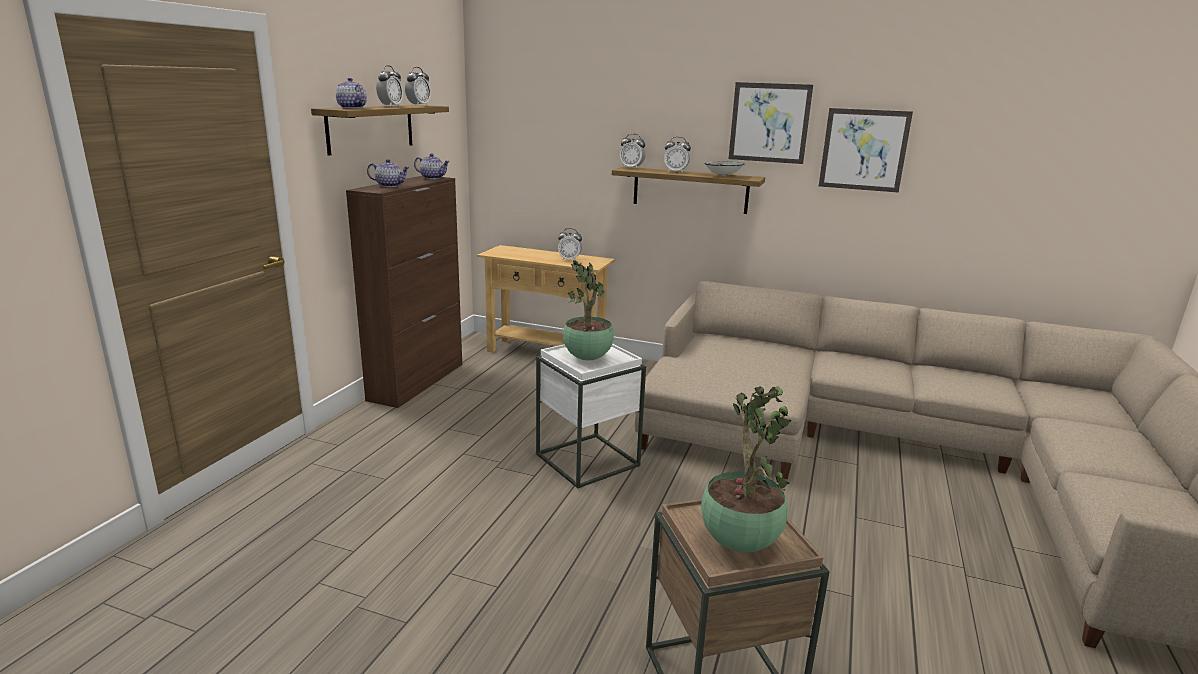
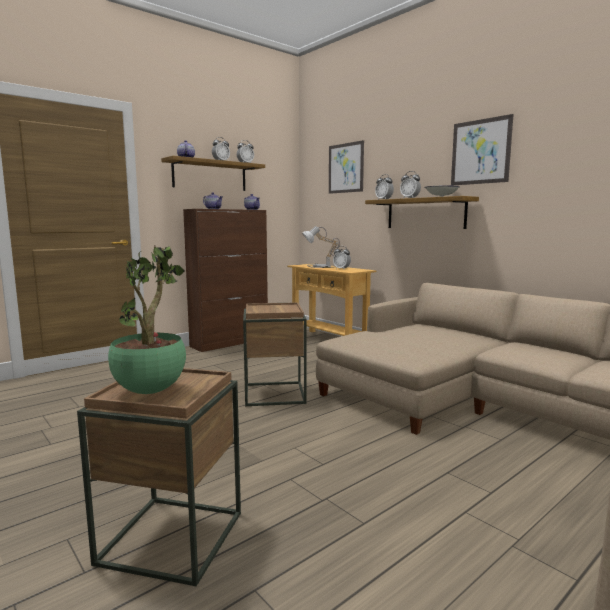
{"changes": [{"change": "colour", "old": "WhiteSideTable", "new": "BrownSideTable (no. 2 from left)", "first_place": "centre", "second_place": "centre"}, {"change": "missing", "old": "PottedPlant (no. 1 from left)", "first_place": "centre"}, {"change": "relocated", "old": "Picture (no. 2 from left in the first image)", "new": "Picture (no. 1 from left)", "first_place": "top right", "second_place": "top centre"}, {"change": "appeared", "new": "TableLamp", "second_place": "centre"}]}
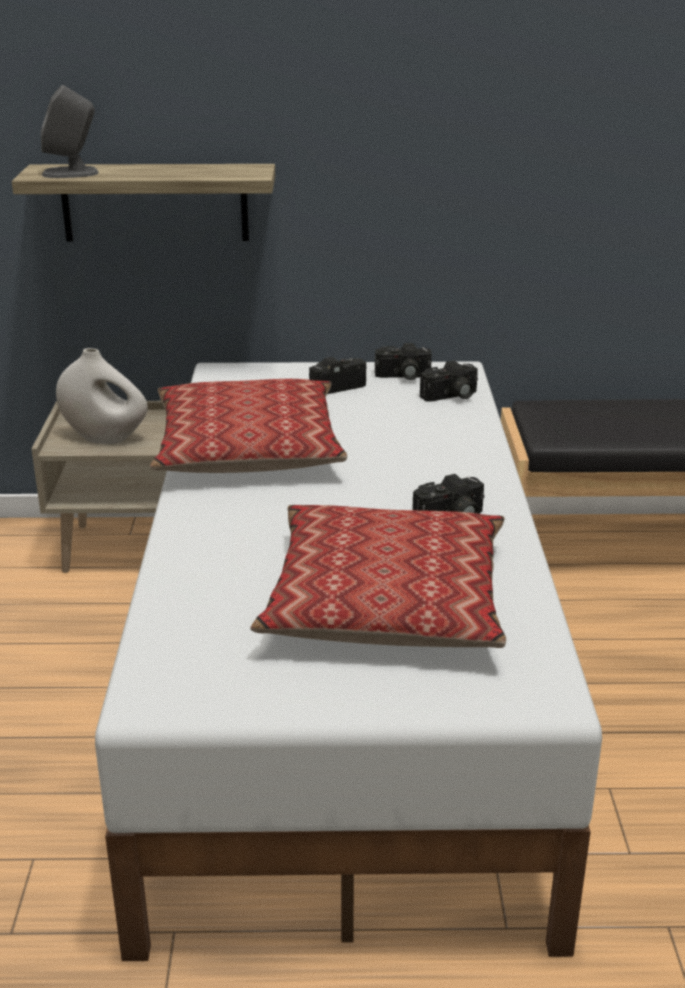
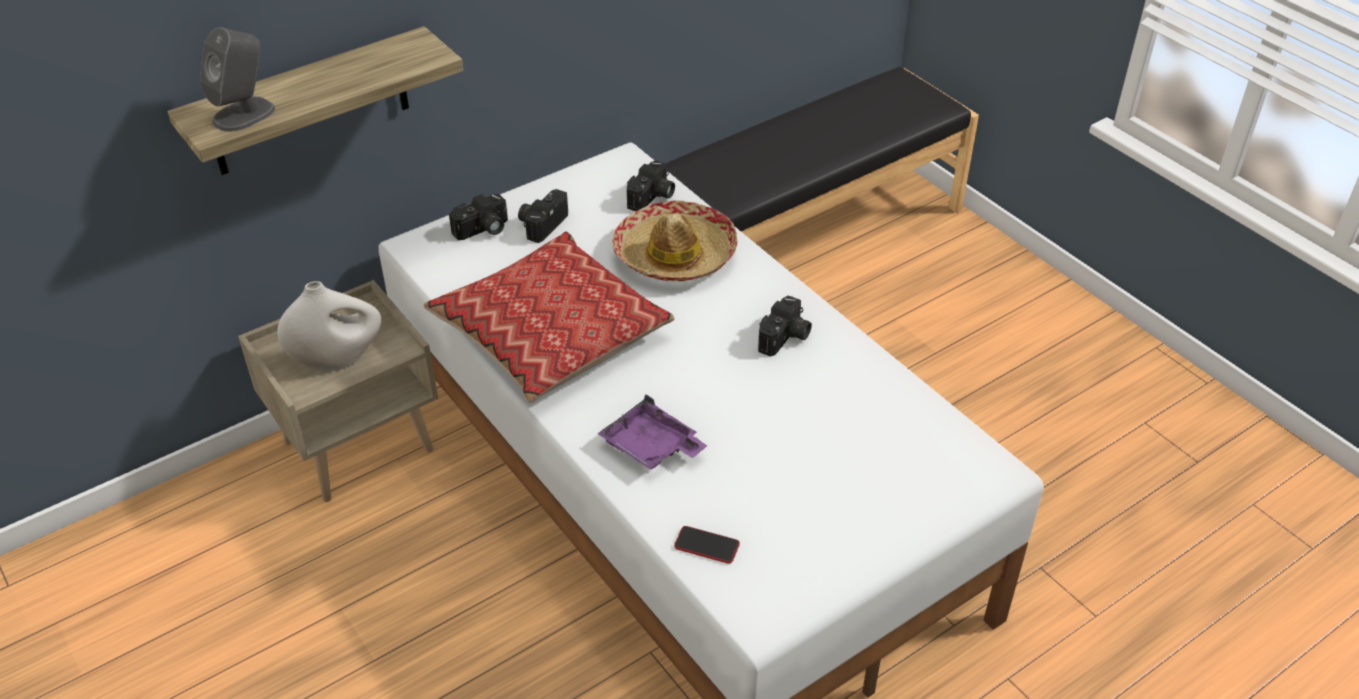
{"changes": [{"change": "missing", "old": "Pillow (no. 2 from left)", "first_place": "centre"}, {"change": "relocated", "old": "PhotoCamera (no. 2 from left in the first image)", "new": "PhotoCamera (no. 1 from left)", "first_place": "centre", "second_place": "top centre"}, {"change": "appeared", "new": "PurpleTray", "second_place": "centre"}, {"change": "appeared", "new": "Hat", "second_place": "centre"}, {"change": "appeared", "new": "Phone", "second_place": "bottom centre"}]}
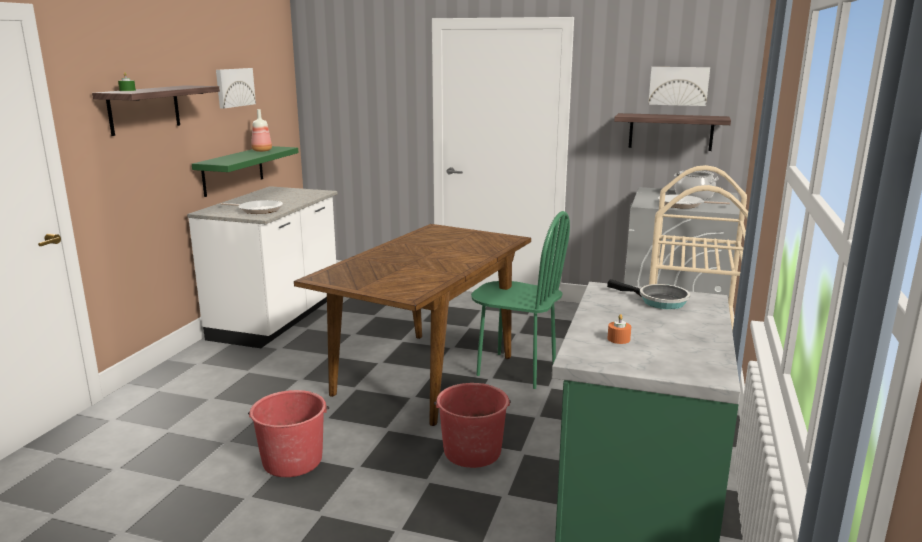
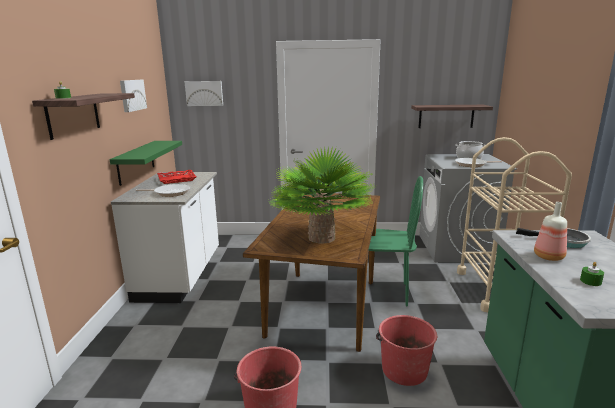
{"changes": [{"change": "relocated", "old": "Bottle", "first_place": "top left", "second_place": "middle right"}, {"change": "colour", "old": "OrangeCandle", "new": "GreenCandle (no. 2 from left)", "first_place": "middle right", "second_place": "bottom right"}, {"change": "relocated", "old": "Picture (no. 2 from left)", "first_place": "top right", "second_place": "top left"}, {"change": "appeared", "new": "RedTray", "second_place": "middle left"}, {"change": "appeared", "new": "PottedPlant", "second_place": "centre"}]}
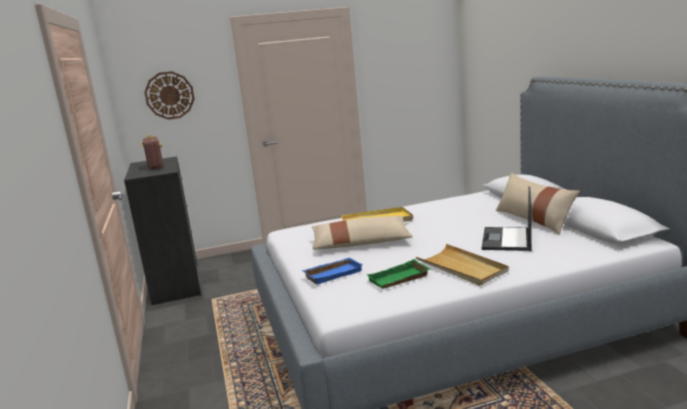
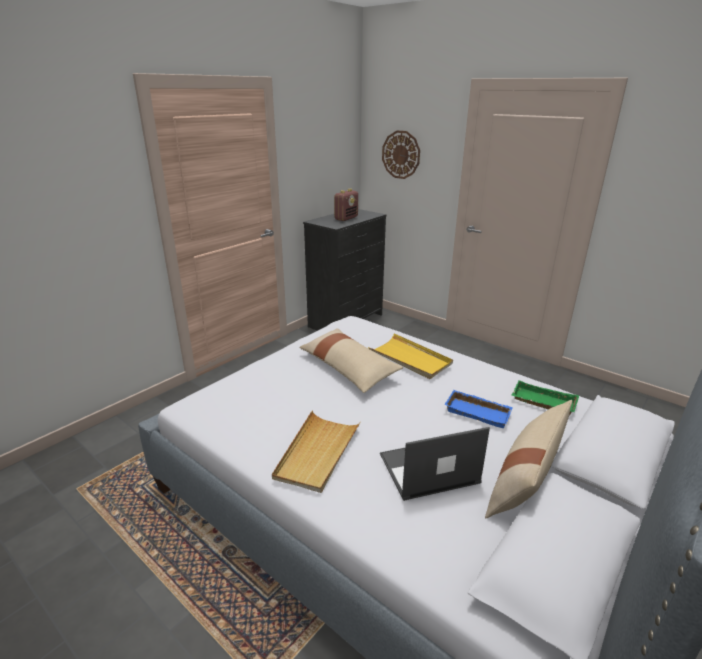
{"changes": [{"change": "relocated", "old": "BlueTray", "first_place": "centre", "second_place": "middle right"}, {"change": "relocated", "old": "GreenTray", "first_place": "bottom centre", "second_place": "middle right"}]}
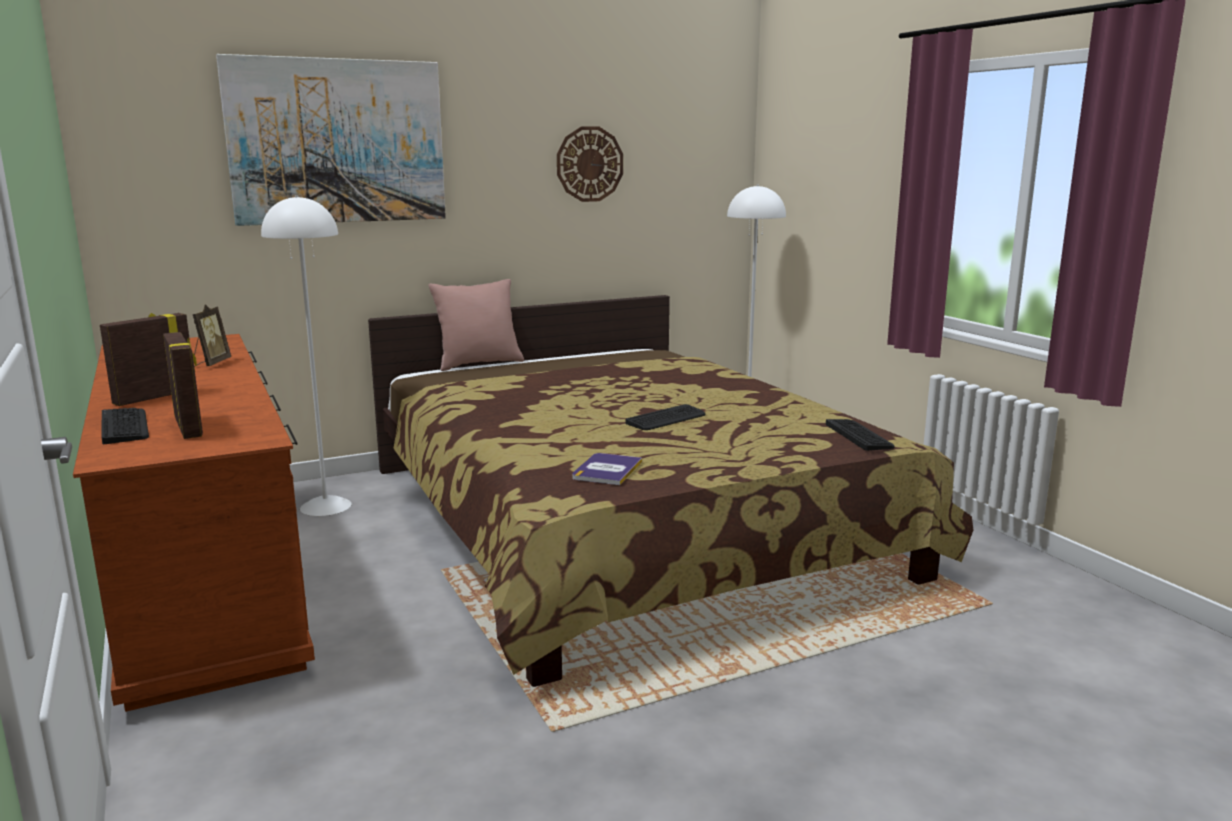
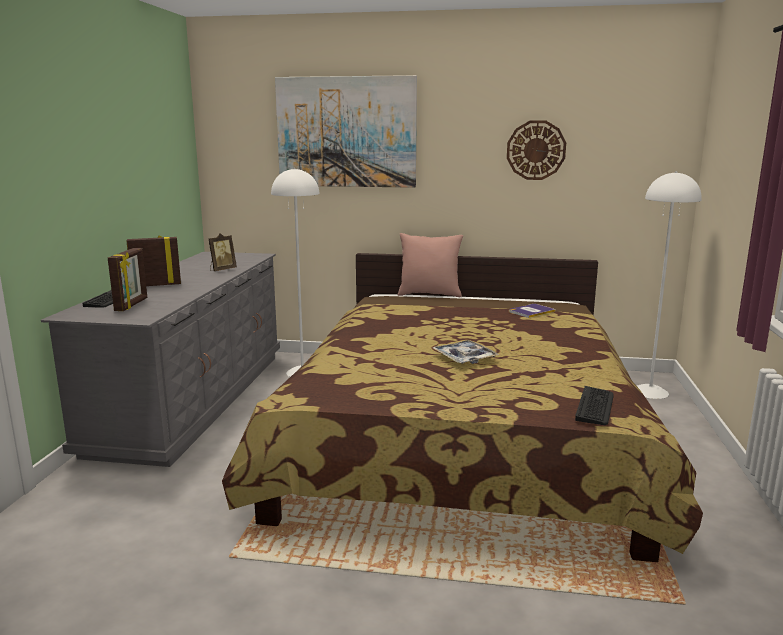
{"changes": [{"change": "colour", "old": "BrownDresser", "new": "GreyDresser", "first_place": "middle left", "second_place": "middle left"}, {"change": "relocated", "old": "Book", "first_place": "centre", "second_place": "middle right"}, {"change": "exchanged", "old": "Keyboard (no. 2 from left)", "new": "Tray", "first_place": "centre", "second_place": "centre"}]}
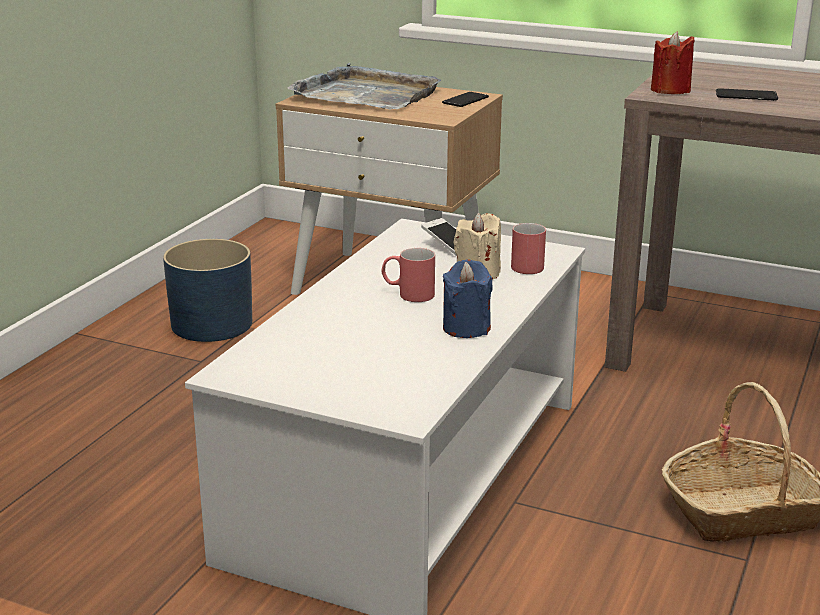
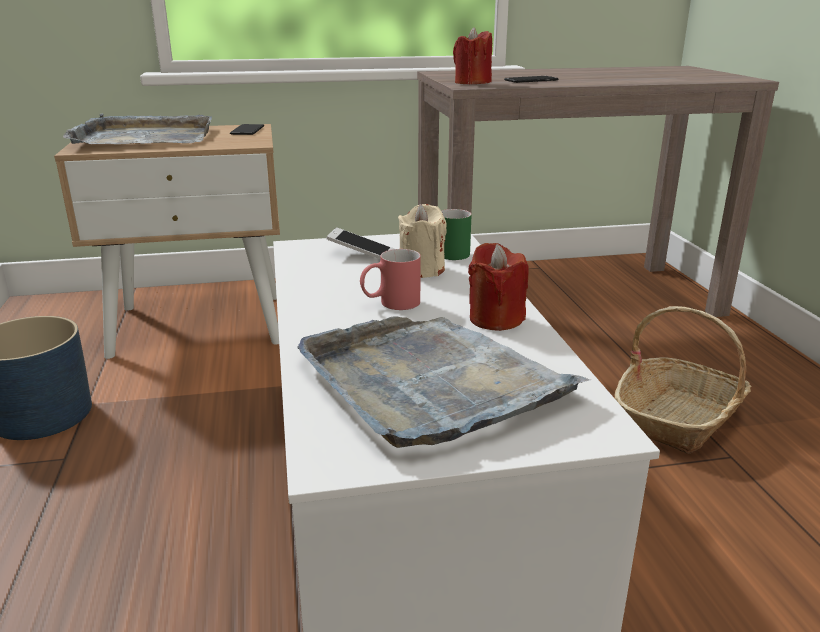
{"changes": [{"change": "colour", "old": "BlueCandle", "new": "RedCandle (no. 2 from left)", "first_place": "centre", "second_place": "centre"}, {"change": "colour", "old": "RedMug (no. 2 from left)", "new": "GreenMug", "first_place": "centre", "second_place": "centre"}, {"change": "appeared", "new": "GreyTray (no. 2 from left)", "second_place": "centre"}]}
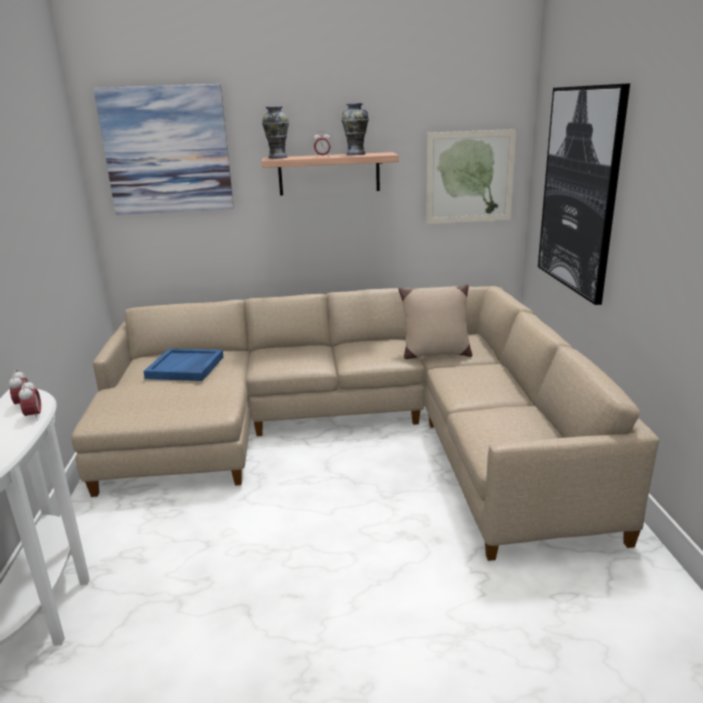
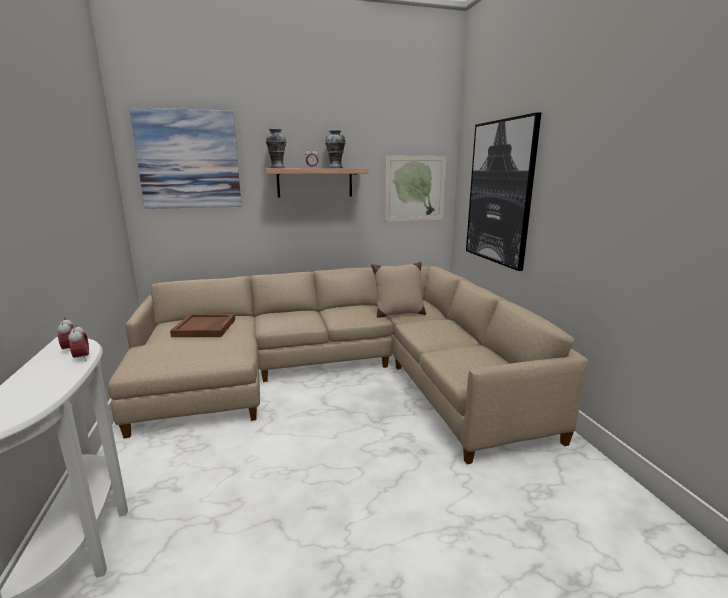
{"changes": [{"change": "colour", "old": "BlueTray", "new": "BrownTray", "first_place": "middle left", "second_place": "middle left"}]}
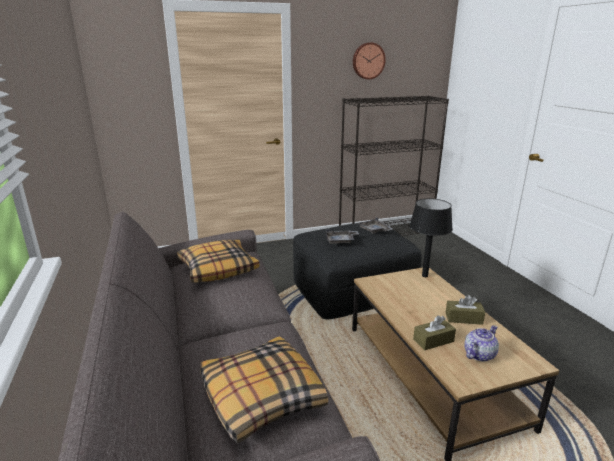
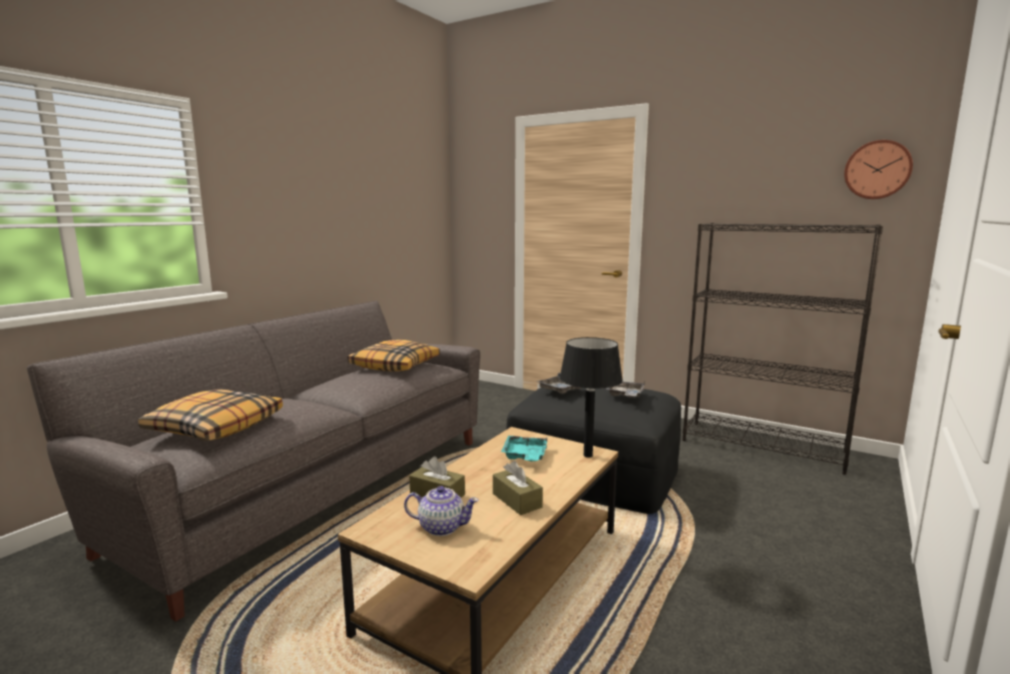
{"changes": [{"change": "relocated", "old": "WallClock", "first_place": "top centre", "second_place": "top right"}, {"change": "appeared", "new": "TurquoiseTray", "second_place": "centre"}]}
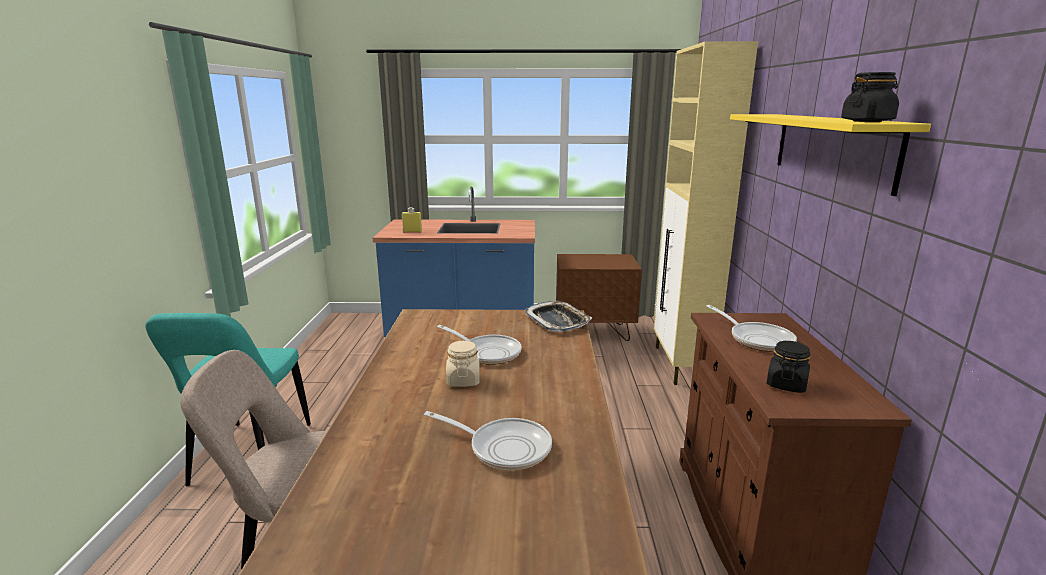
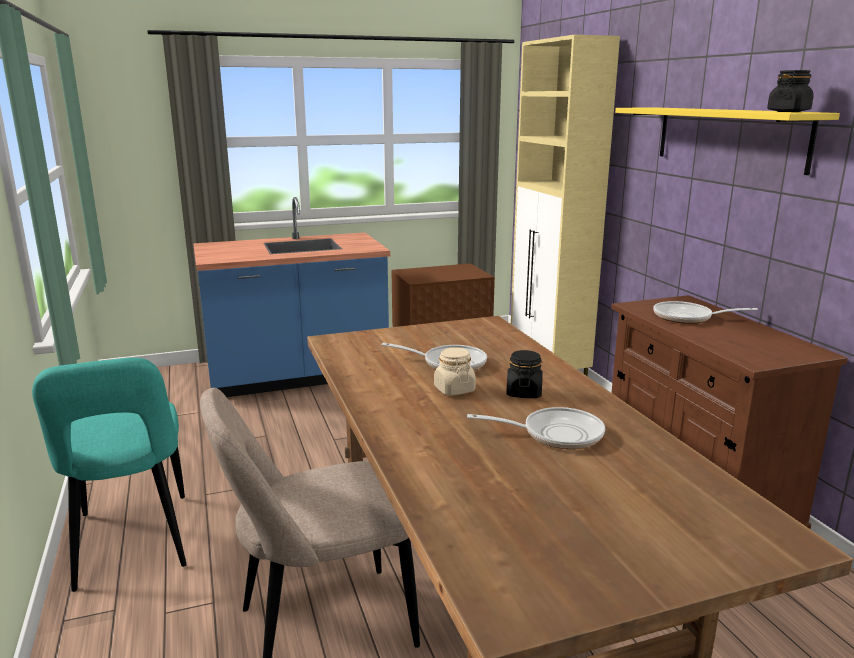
{"changes": [{"change": "missing", "old": "YellowBottle", "first_place": "centre"}, {"change": "missing", "old": "Tray", "first_place": "centre"}, {"change": "spun", "old": "FryingPan (no. 3 from left)", "first_place": "middle right", "second_place": "middle right", "degrees": 150}, {"change": "relocated", "old": "BlackJar (no. 1 from left)", "first_place": "middle right", "second_place": "centre"}]}
